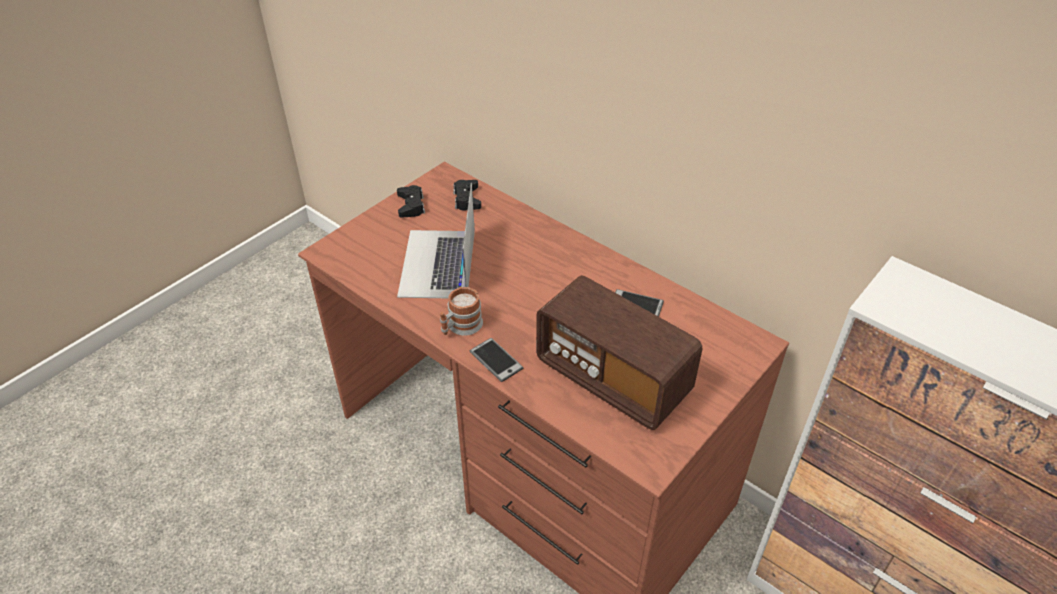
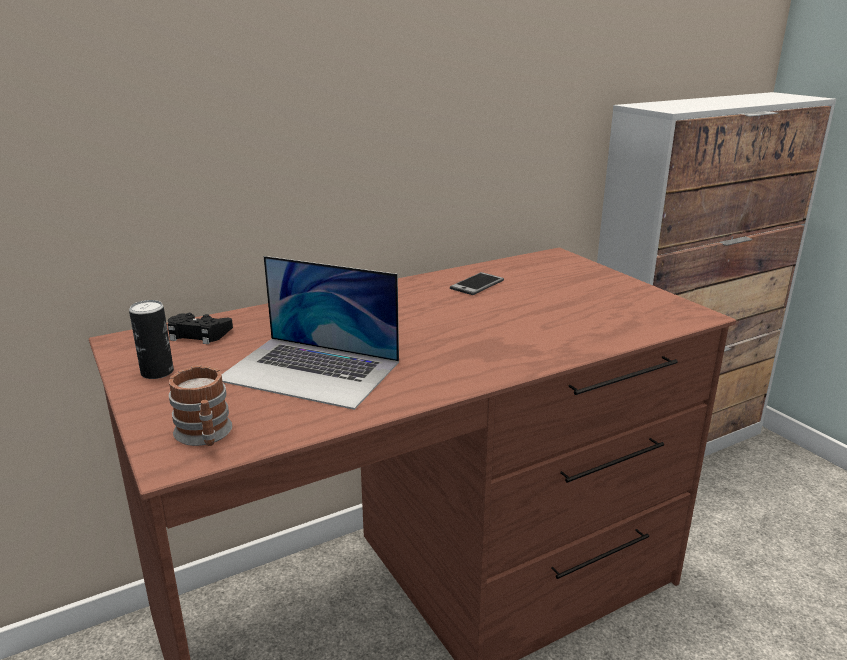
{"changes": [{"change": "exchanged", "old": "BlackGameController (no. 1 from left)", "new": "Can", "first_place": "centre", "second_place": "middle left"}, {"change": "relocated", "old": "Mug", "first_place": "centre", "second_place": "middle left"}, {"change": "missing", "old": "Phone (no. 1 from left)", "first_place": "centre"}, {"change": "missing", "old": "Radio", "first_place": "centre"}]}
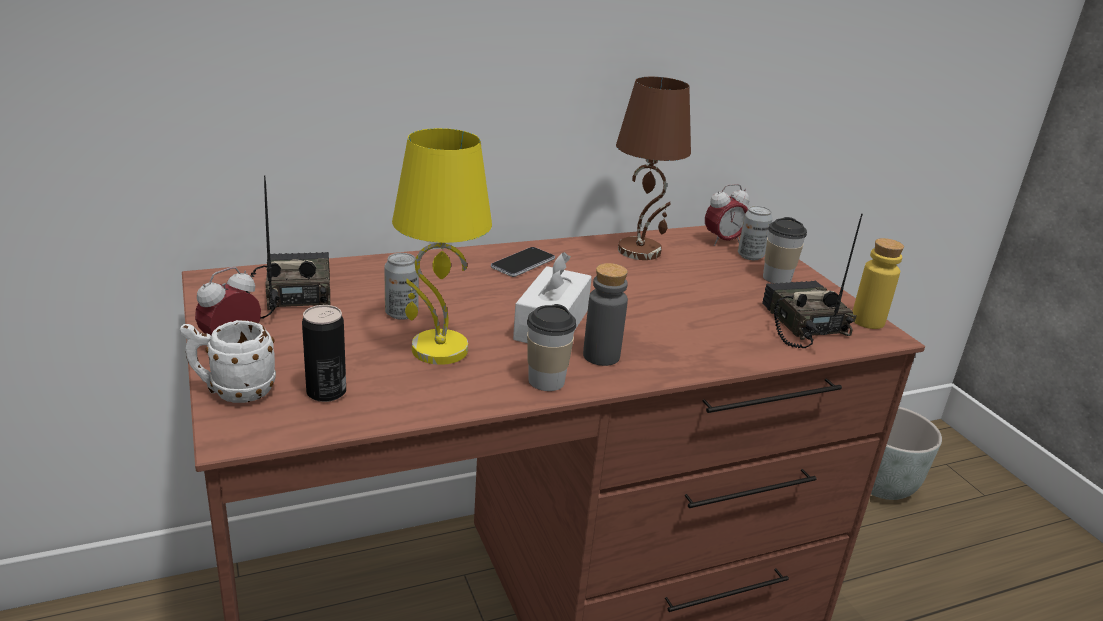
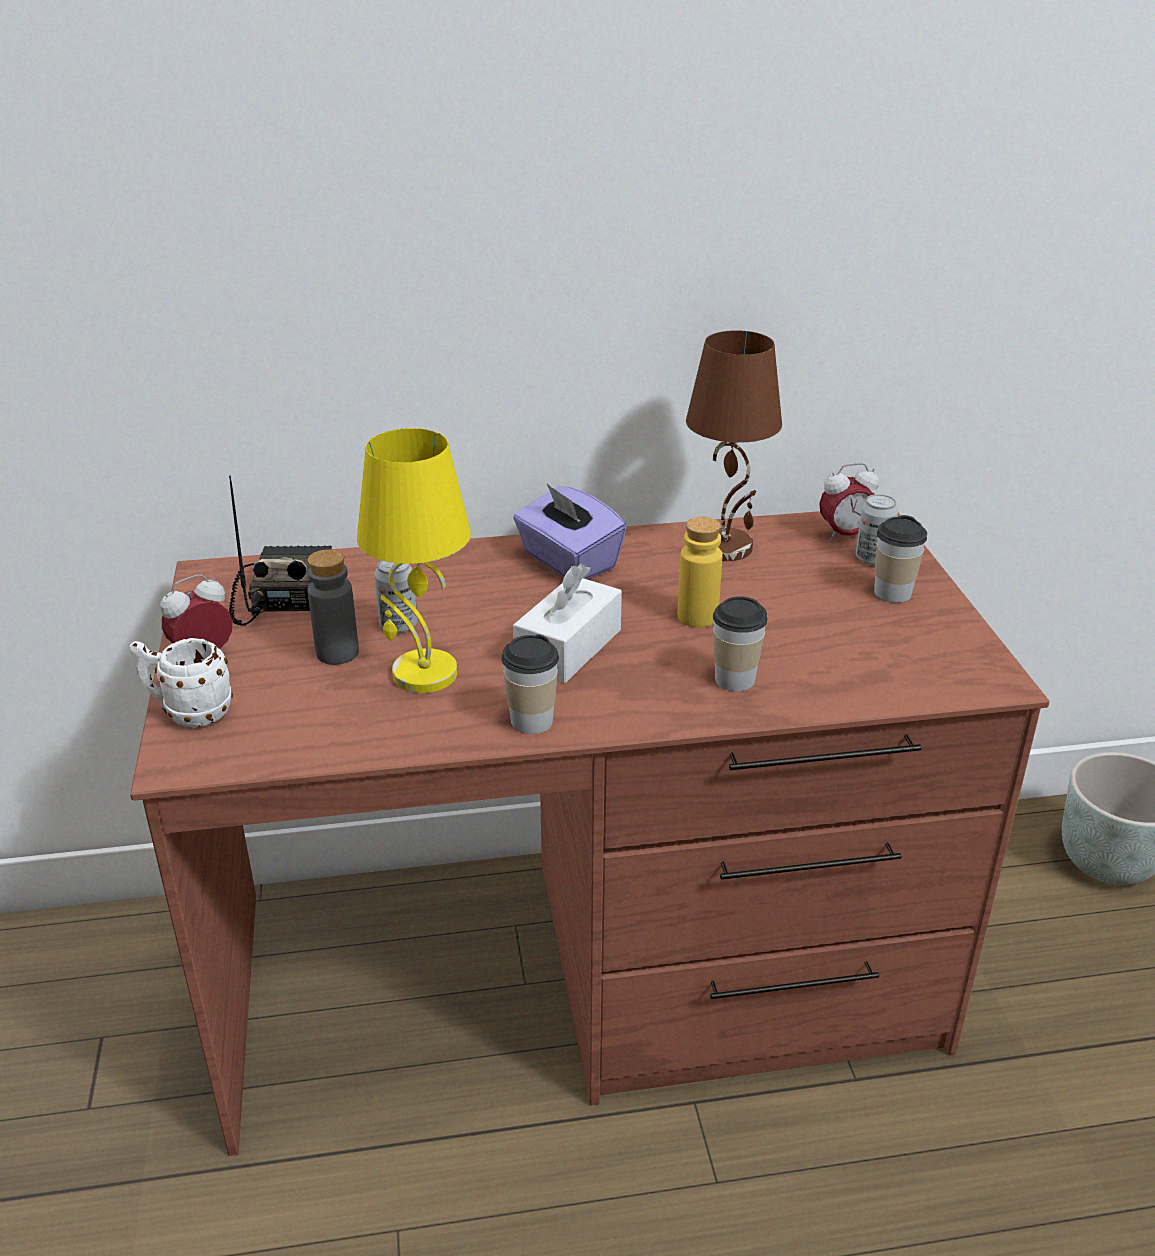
{"changes": [{"change": "missing", "old": "Can (no. 1 from left)", "first_place": "middle left"}, {"change": "exchanged", "old": "Phone", "new": "PurpleTissueBox", "first_place": "centre", "second_place": "centre"}, {"change": "relocated", "old": "GreyBottle", "first_place": "centre", "second_place": "middle left"}, {"change": "missing", "old": "Radio (no. 2 from left)", "first_place": "middle right"}, {"change": "relocated", "old": "YellowBottle", "first_place": "middle right", "second_place": "centre"}, {"change": "appeared", "new": "Cup (no. 2 from left)", "second_place": "centre"}]}
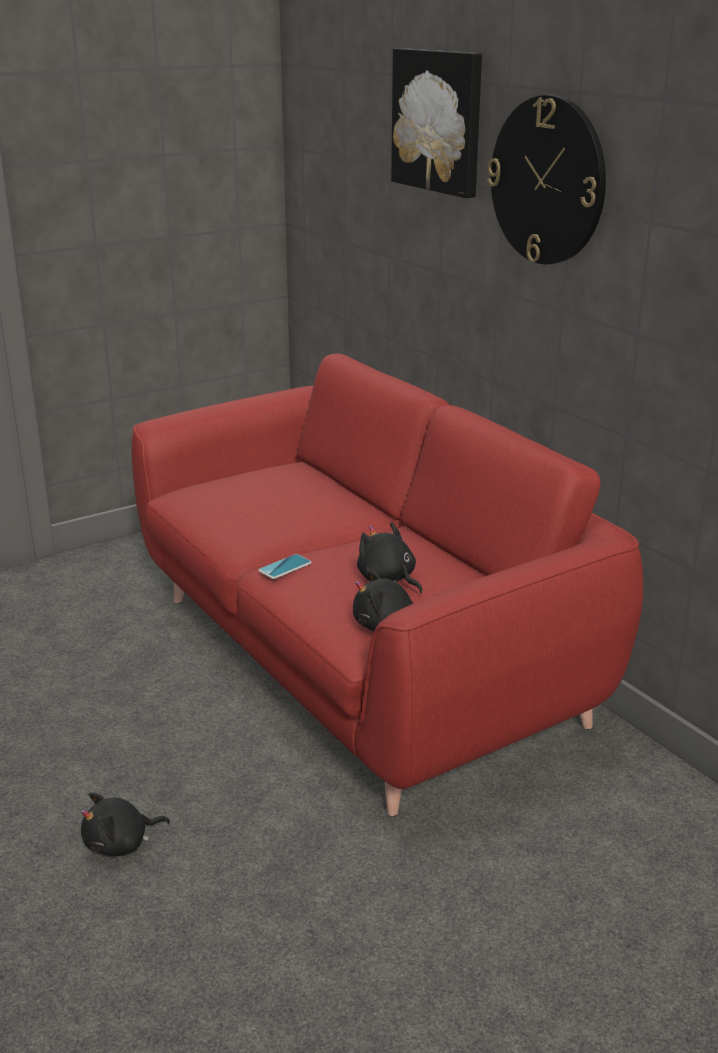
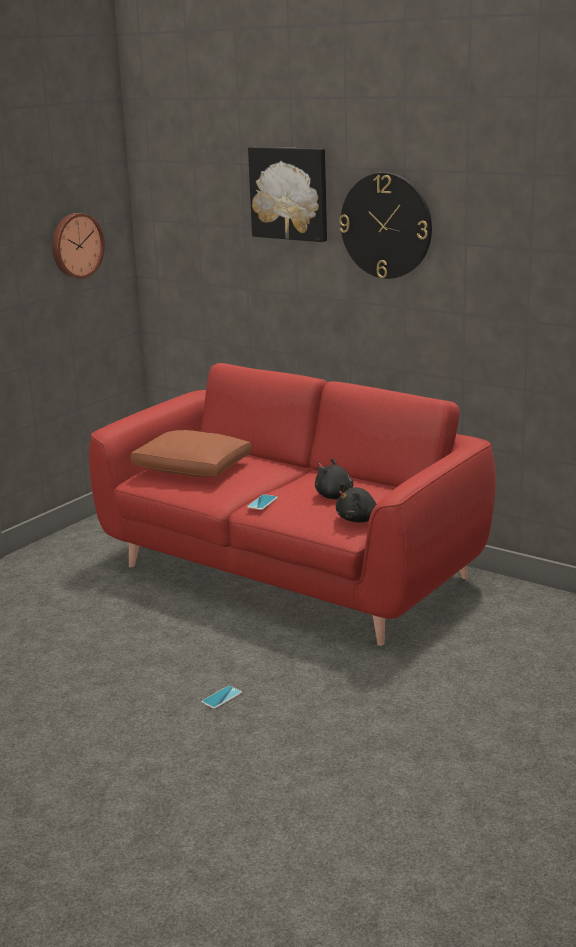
{"changes": [{"change": "exchanged", "old": "BlackPlushToy (no. 1 from left)", "new": "Phone (no. 1 from left)", "first_place": "bottom left", "second_place": "bottom centre"}, {"change": "appeared", "new": "WallClock (no. 1 from left)", "second_place": "top left"}, {"change": "appeared", "new": "BrownPillow", "second_place": "middle left"}]}
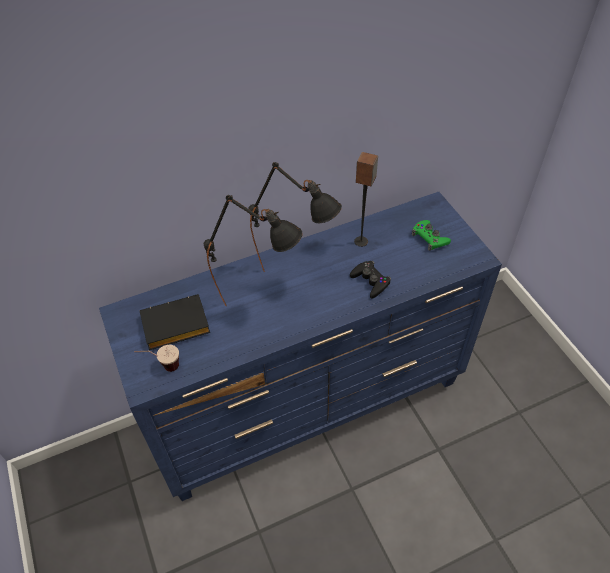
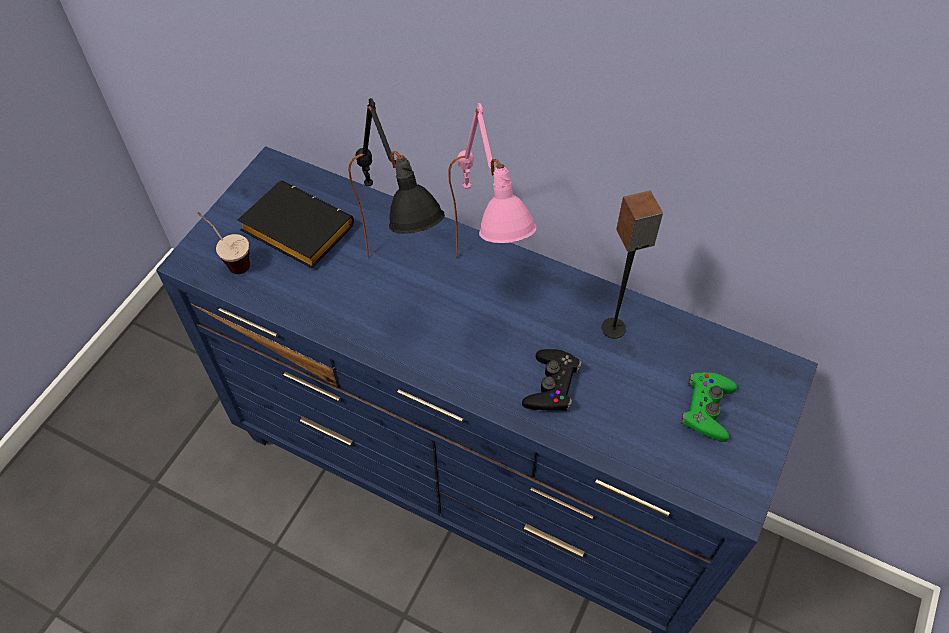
{"changes": [{"change": "colour", "old": "BlackTableLamp (no. 2 from left)", "new": "PinkTableLamp", "first_place": "centre", "second_place": "top centre"}]}
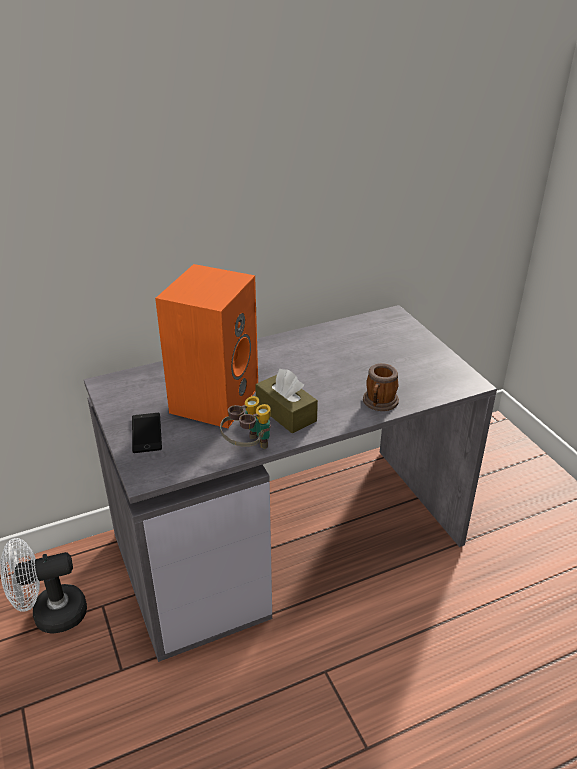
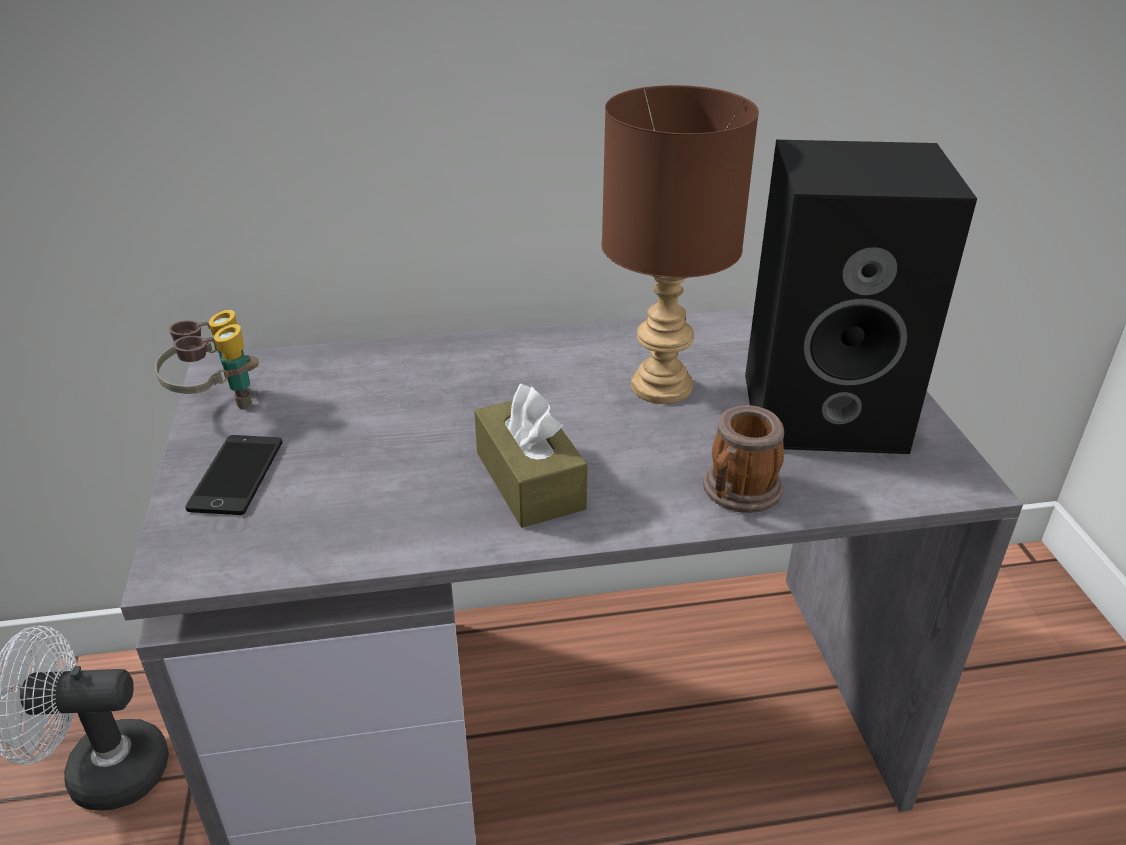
{"changes": [{"change": "missing", "old": "OrangeSpeaker", "first_place": "centre"}, {"change": "relocated", "old": "Binoculars", "first_place": "centre", "second_place": "middle left"}, {"change": "appeared", "new": "BrownTableLamp", "second_place": "top centre"}, {"change": "appeared", "new": "BlackSpeaker", "second_place": "middle right"}]}
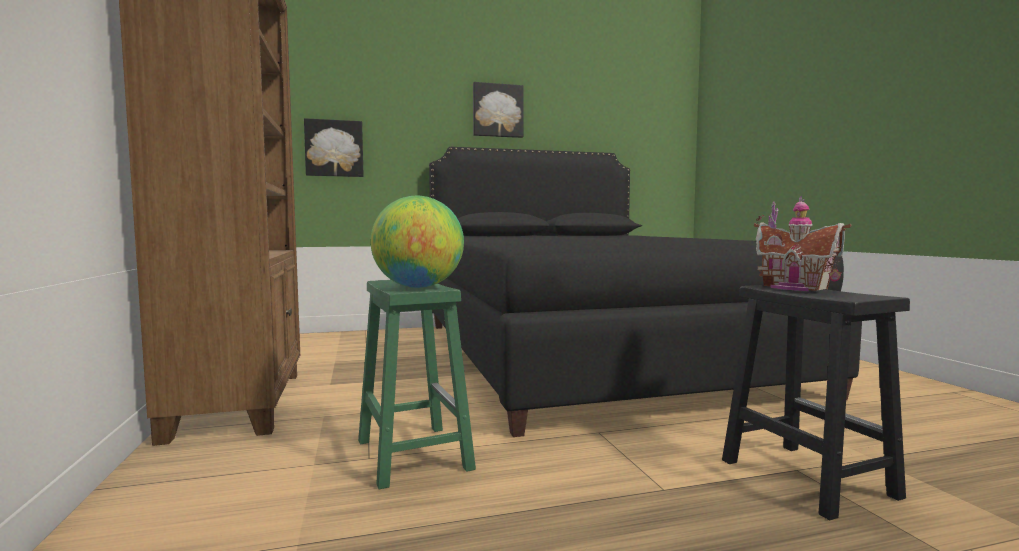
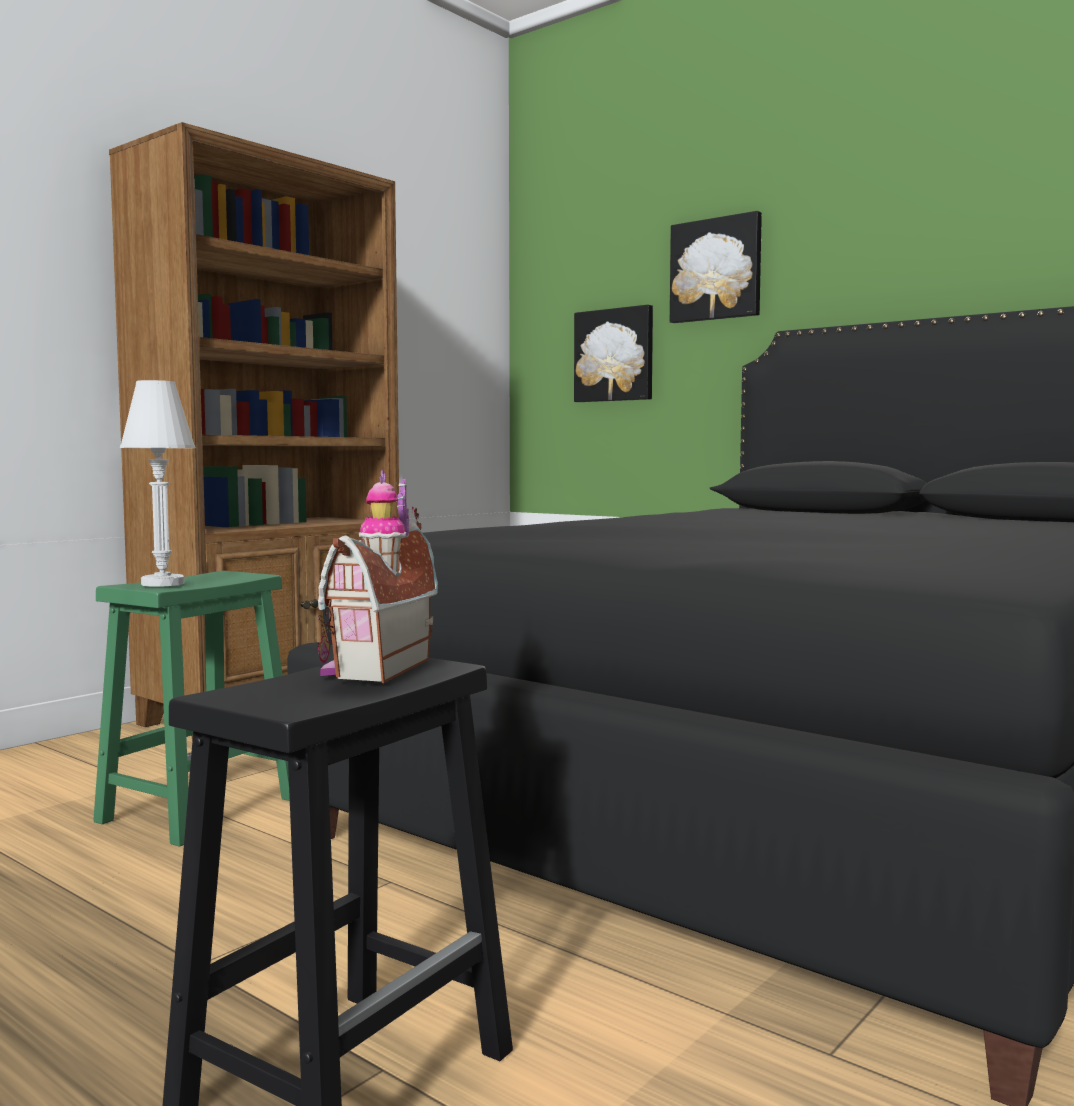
{"changes": [{"change": "exchanged", "old": "Globe", "new": "WhiteTableLamp", "first_place": "centre", "second_place": "middle left"}, {"change": "relocated", "old": "Picture (no. 2 from left)", "first_place": "top centre", "second_place": "top right"}]}
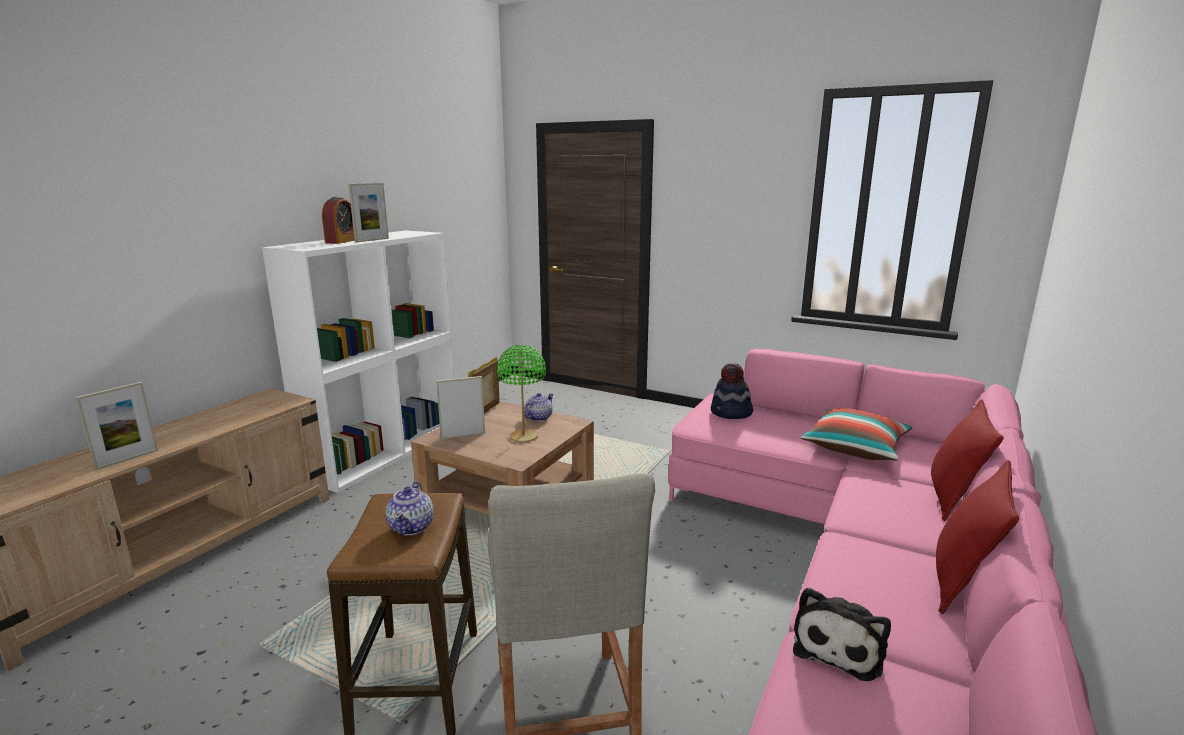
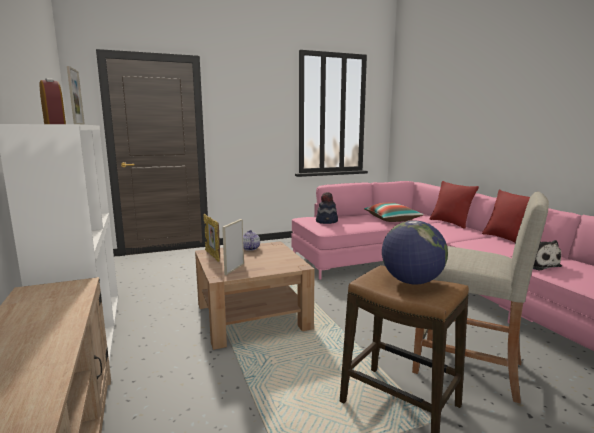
{"changes": [{"change": "missing", "old": "PictureFrame (no. 1 from left)", "first_place": "middle left"}, {"change": "exchanged", "old": "Teapot (no. 1 from left)", "new": "Globe", "first_place": "bottom centre", "second_place": "middle right"}, {"change": "missing", "old": "GreenTableLamp", "first_place": "centre"}]}
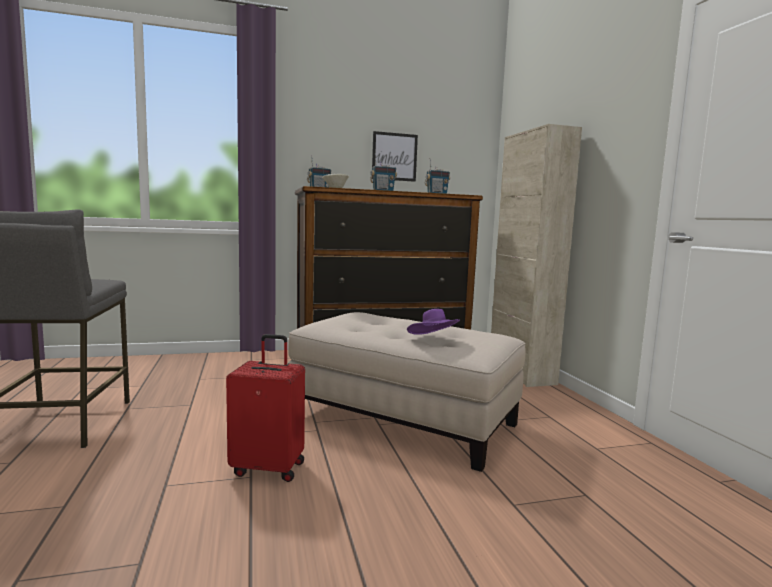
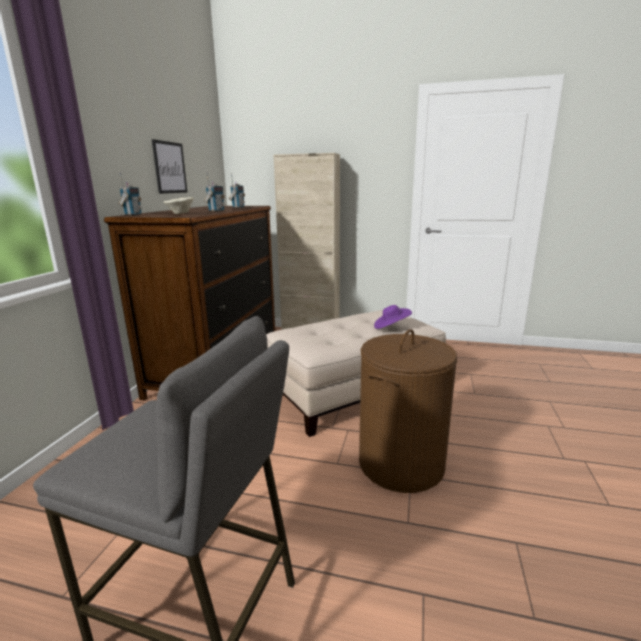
{"changes": [{"change": "exchanged", "old": "RedSuitcase", "new": "BrownLaundryBasket", "first_place": "bottom centre", "second_place": "centre"}]}
